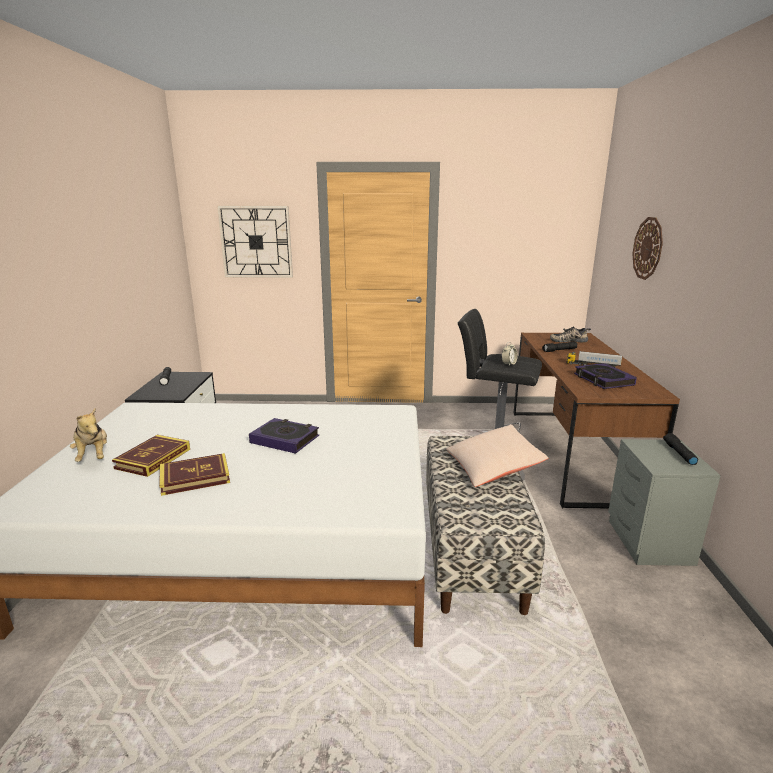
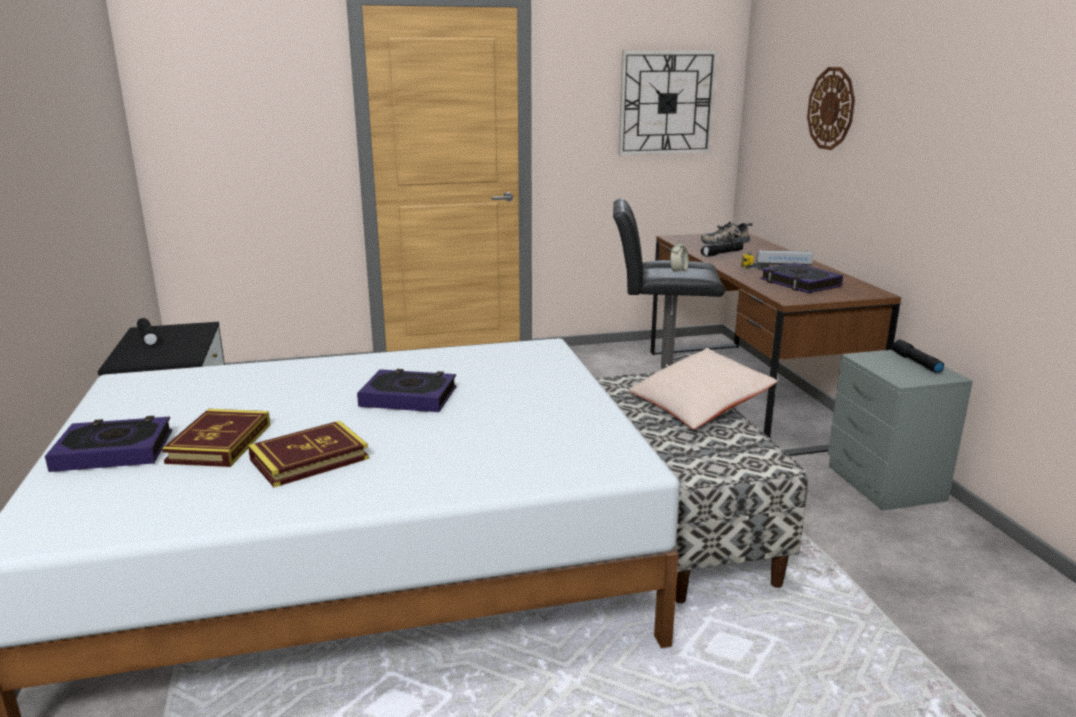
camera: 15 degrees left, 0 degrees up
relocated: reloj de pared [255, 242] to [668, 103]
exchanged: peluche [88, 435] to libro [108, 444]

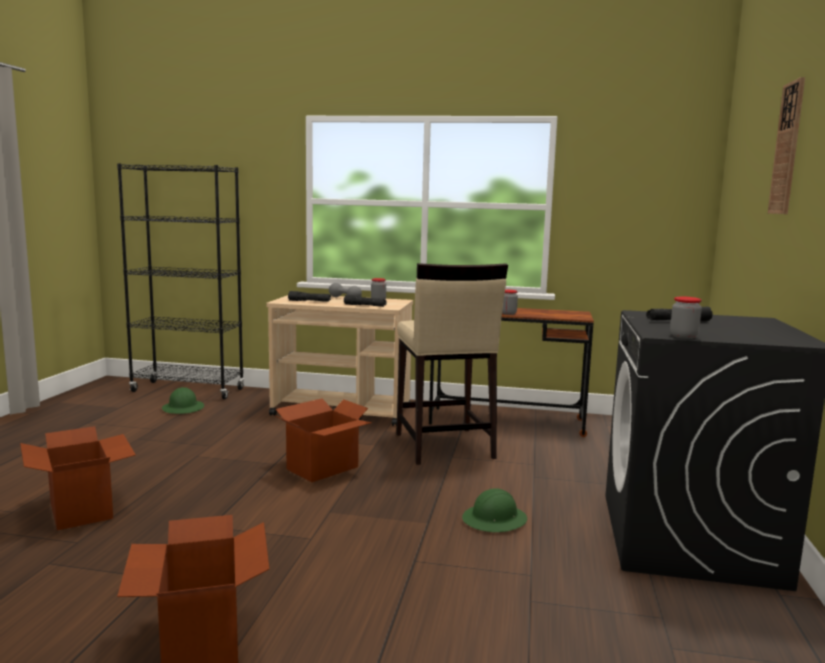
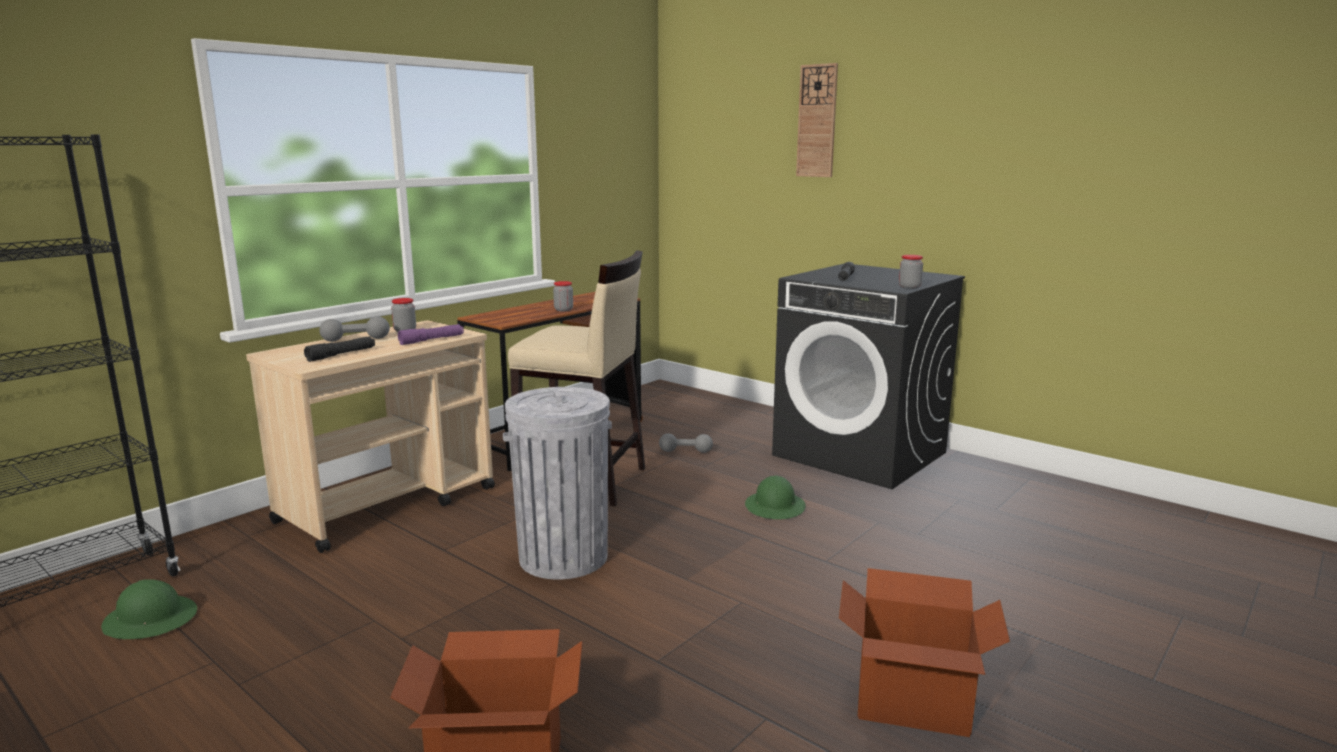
camera: 60 degrees left, 5 degrees up
appeared: mancuerna (gris) [686, 443]
exchanged: caja de cartón [323, 440] to papelera (gris) [557, 483]
colour: linterna (negro) [365, 301] to linterna (morado) [431, 334]

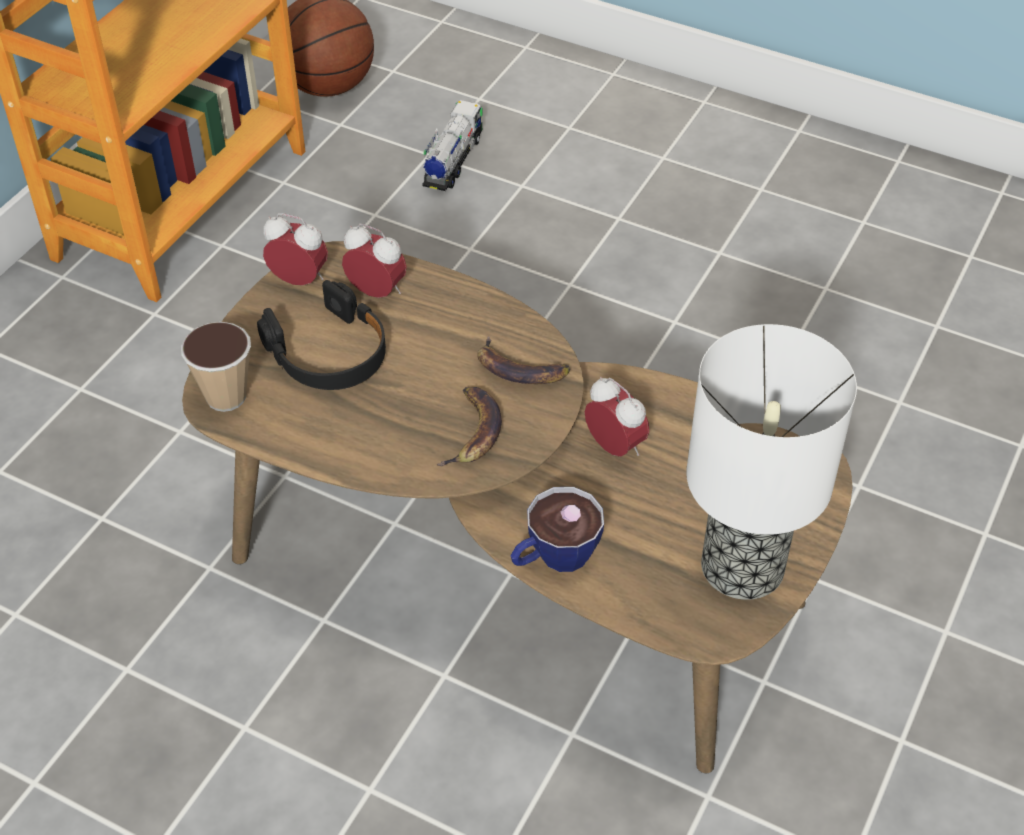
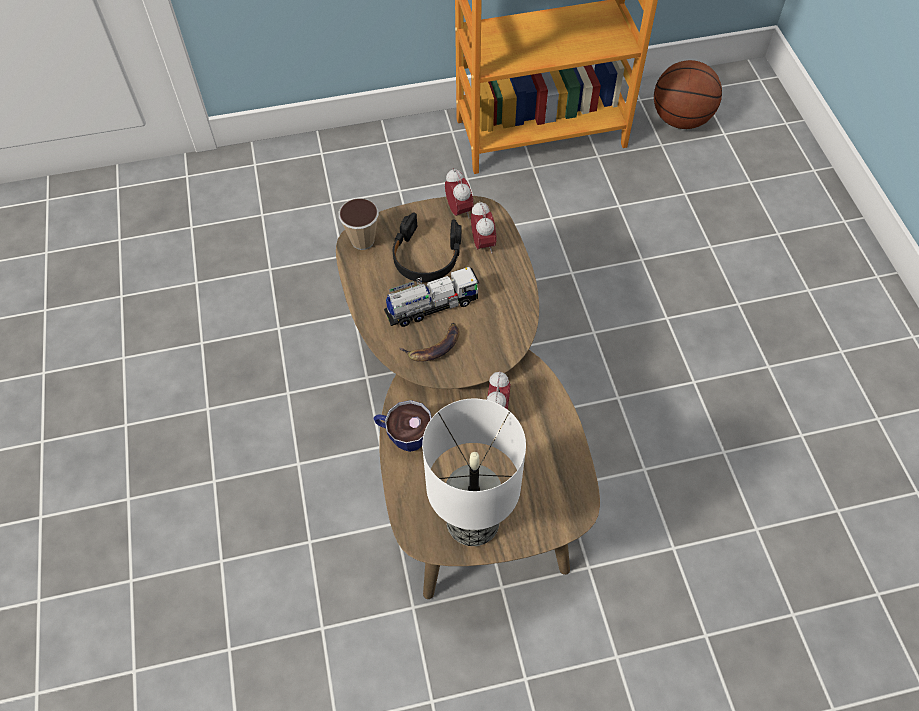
camera: 50 degrees right, 10 degrees up
missing: plátano [523, 360]
relocated: camión de juguete [452, 145] to [432, 297]

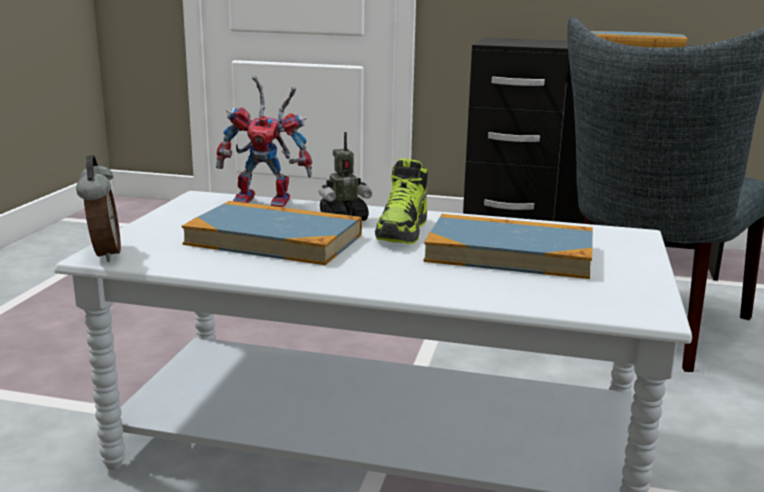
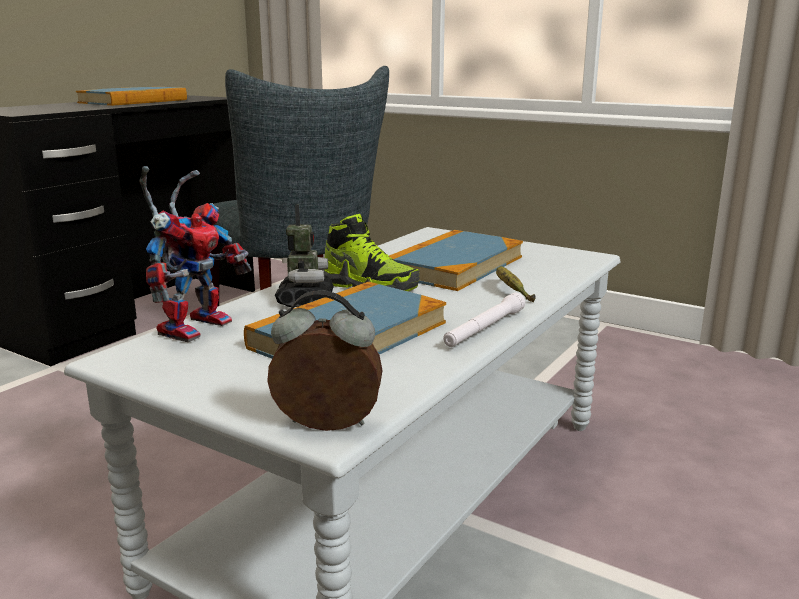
camera: 70 degrees left, 0 degrees up
appeared: linterna (blanco) [484, 320]; plátano [516, 284]

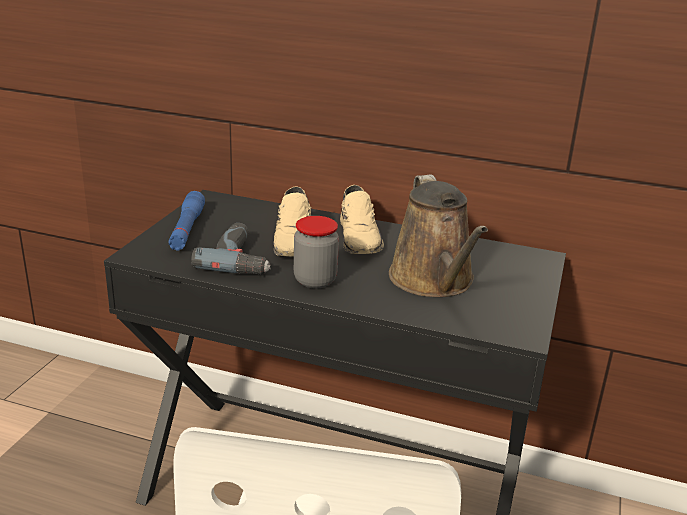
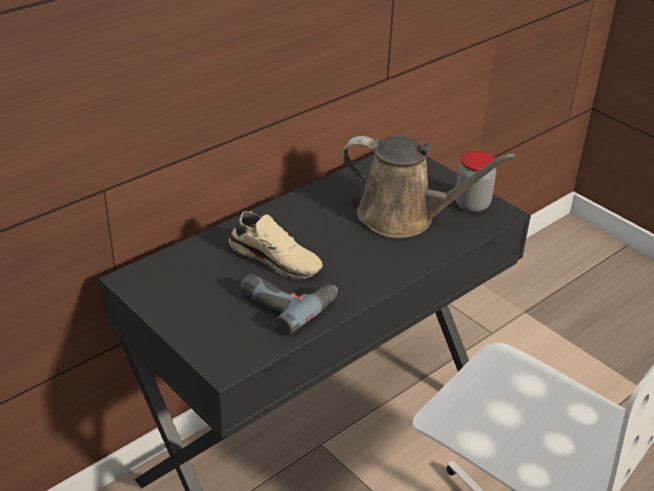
camera: 60 degrees left, 10 degrees up
missing: linterna (azul) [186, 221]; zapato (beis) [362, 219]
relocated: tarro [316, 252] to [475, 181]

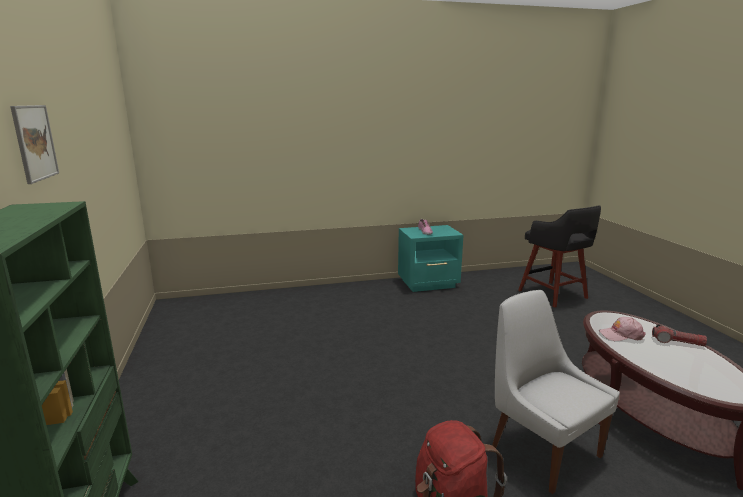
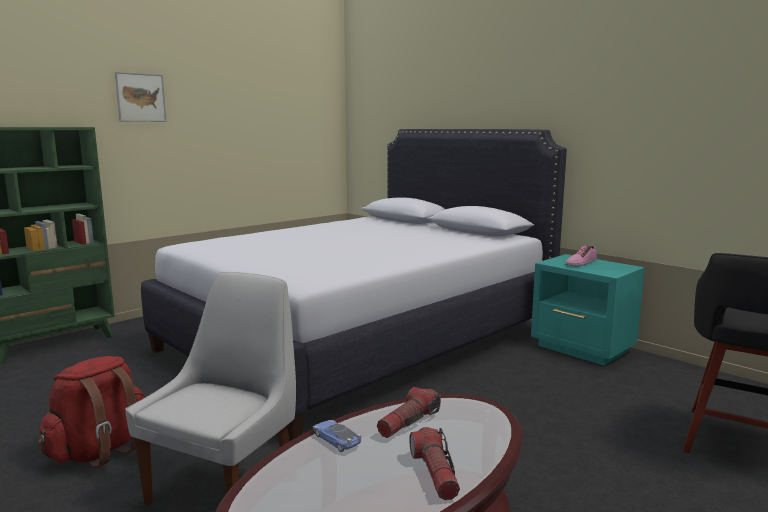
camera: 60 degrees right, 5 degrees down
appeared: cama (blanco) [354, 285]; coche de juguete [337, 436]
exchanged: gorra (rosa) [622, 329] to linterna [409, 412]

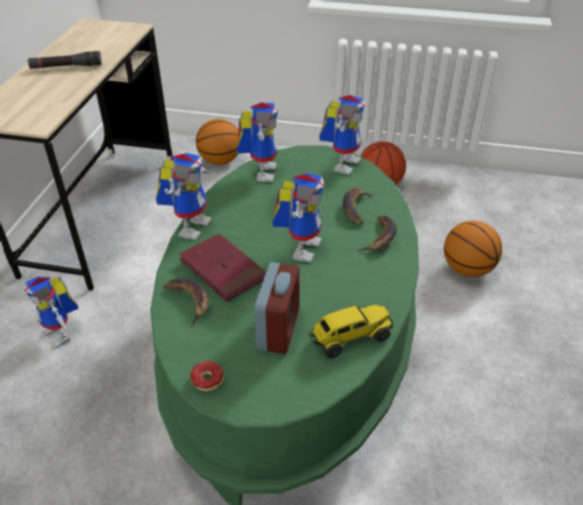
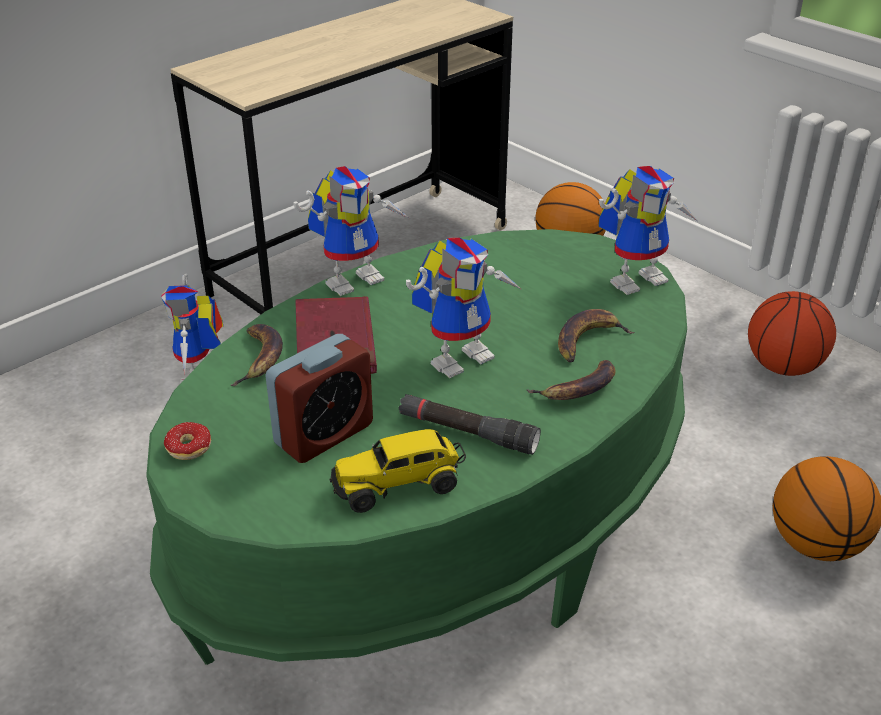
camera: 35 degrees right, 5 degrees down
missing: robot de juguete [257, 142]
relocated: linterna (negro) [65, 60] to [470, 424]
spun: camión de juguete [350, 331] = [398, 471] 150 degrees clockwise

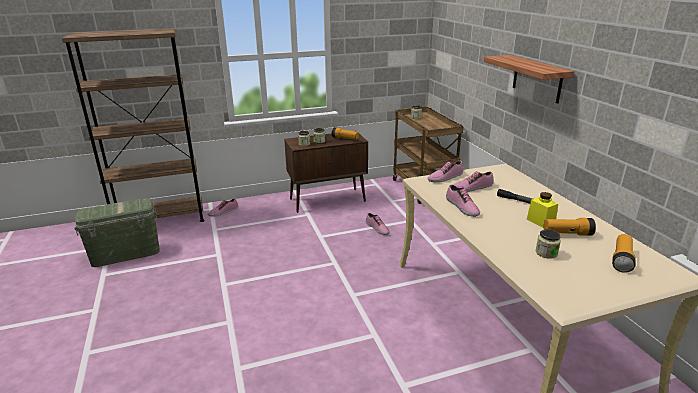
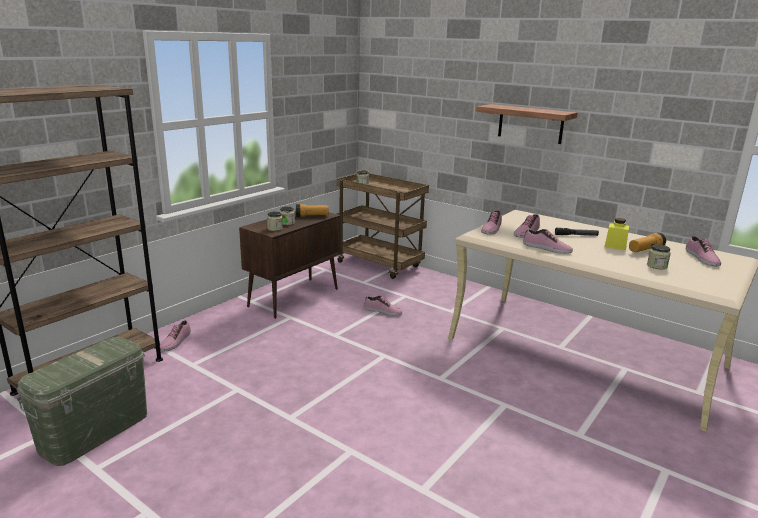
camera: 35 degrees left, 5 degrees down
exchanged: linterna [624, 253] to zapato [703, 251]

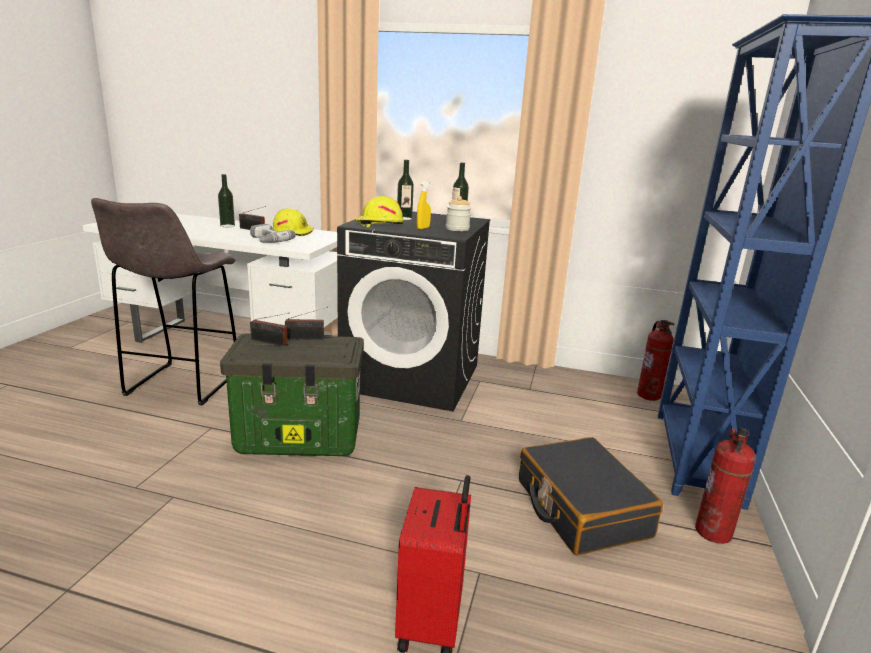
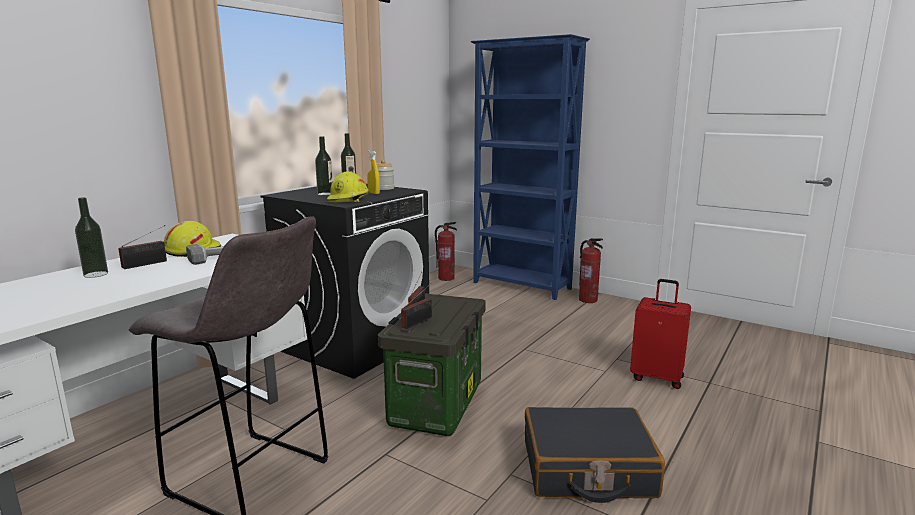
camera: 70 degrees left, 5 degrees down
relocated: maleta (negro) [591, 496] to [595, 455]

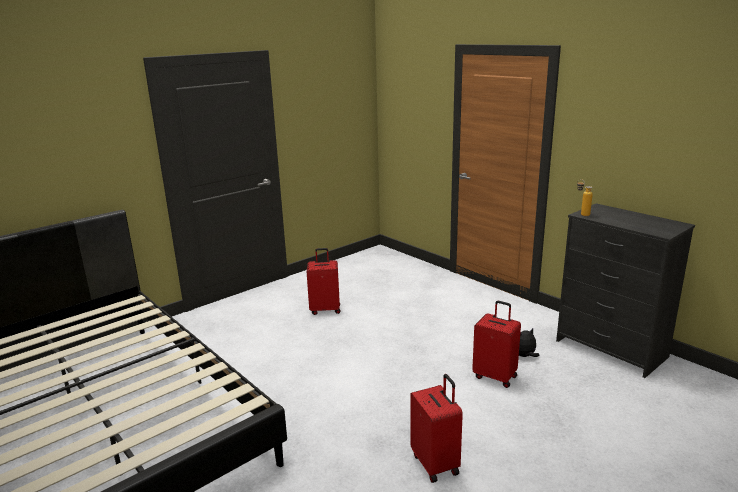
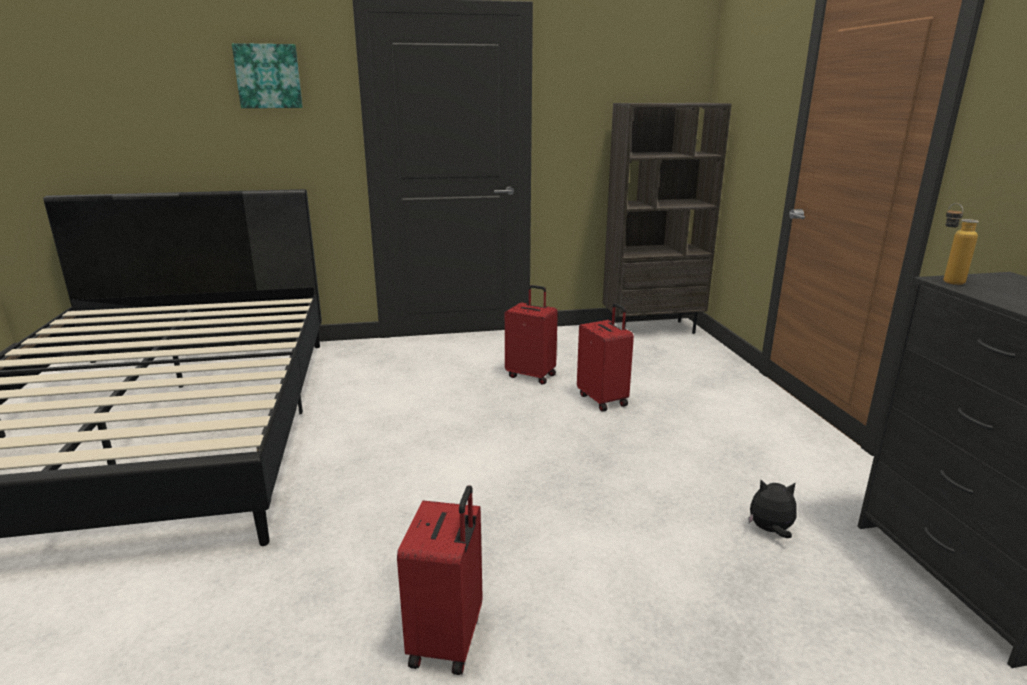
camera: 30 degrees right, 0 degrees up
appeared: cuadro [267, 75]; estantería (marrón) [667, 218]
relocated: maleta (rojo) [496, 344] to [605, 357]

